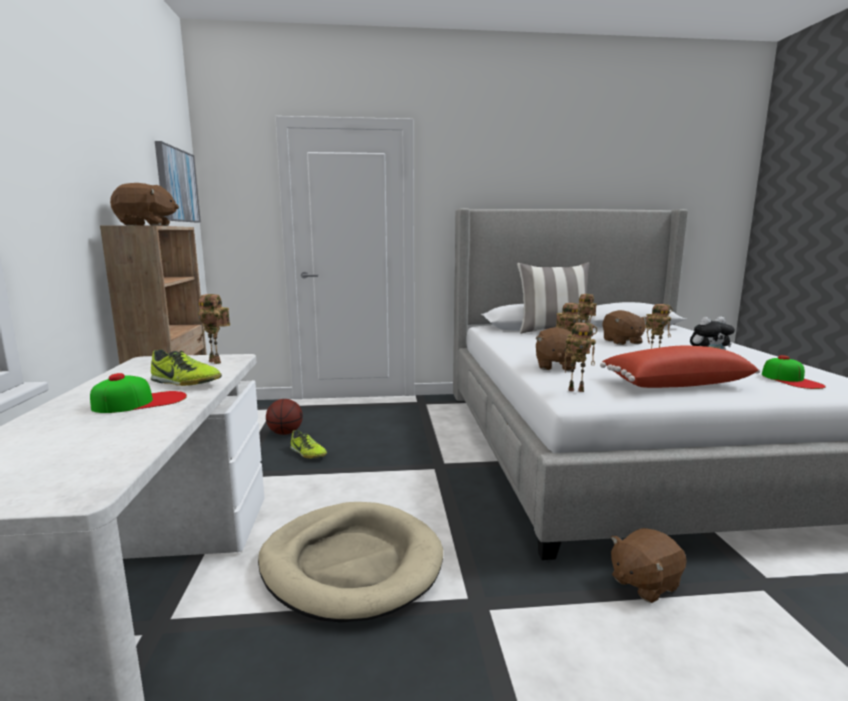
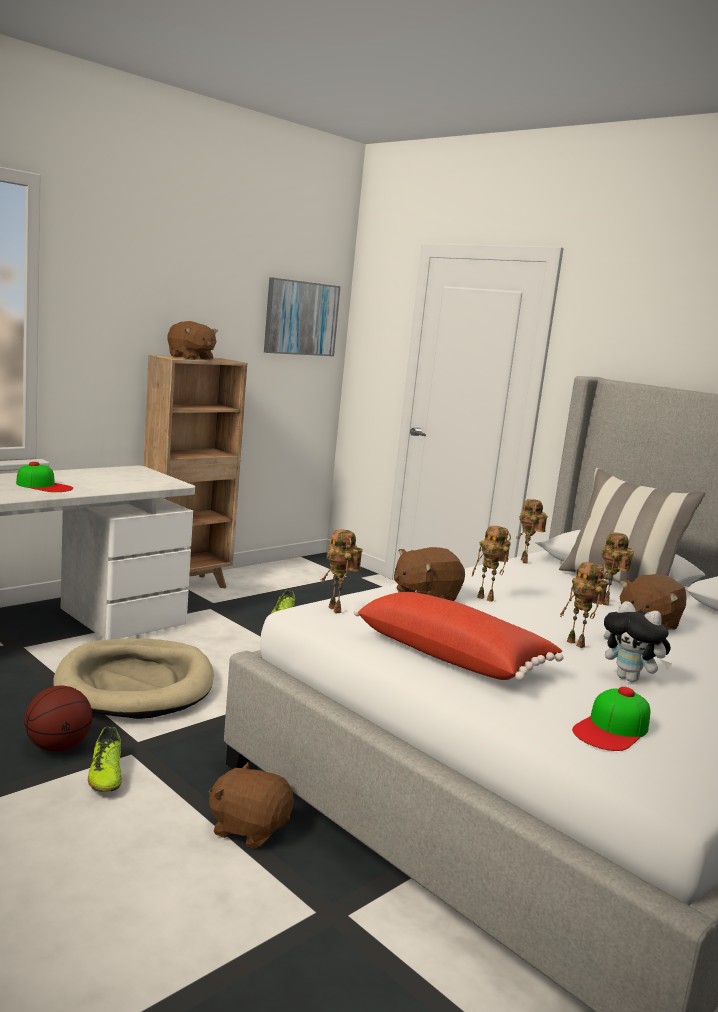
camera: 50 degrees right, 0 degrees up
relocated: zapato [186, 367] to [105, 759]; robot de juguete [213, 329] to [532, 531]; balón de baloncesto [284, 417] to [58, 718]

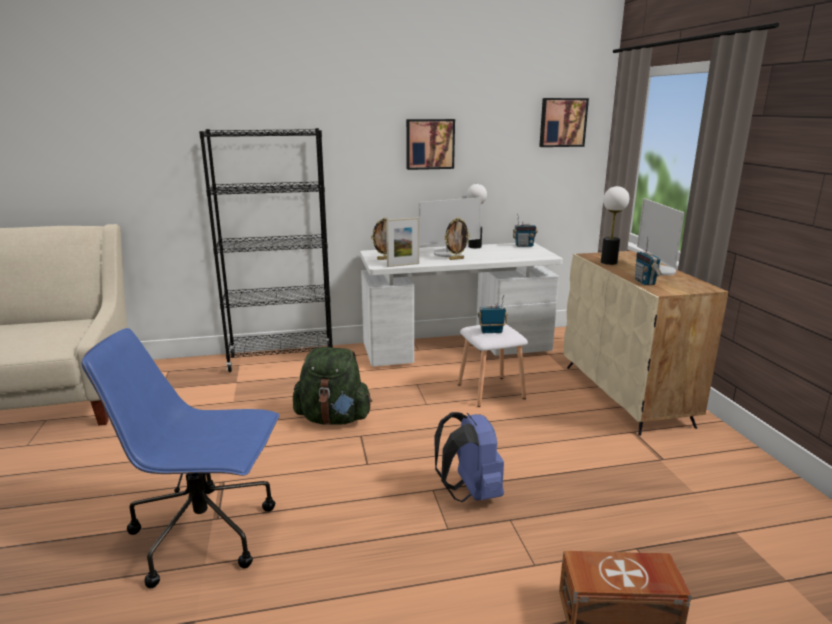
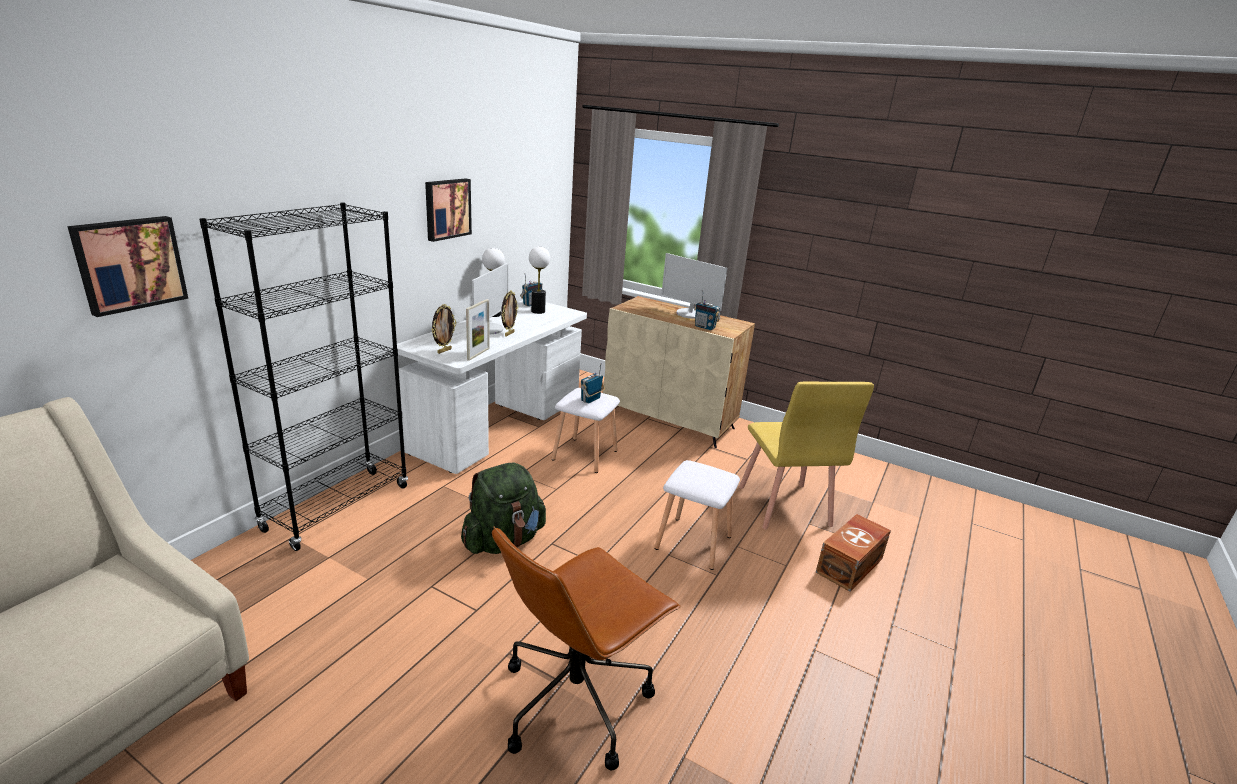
camera: 50 degrees left, 5 degrees up
appeared: silla (amarillo) [806, 455]
relocated: cuadro [564, 122] to [127, 266]; lámpara de mesa [615, 225] to [539, 280]
exchanged: mochila (azul) [469, 457] to taburete (blanco) [697, 515]
colour: silla de oficina (azul) [180, 458] to silla de oficina (marrón) [586, 648]

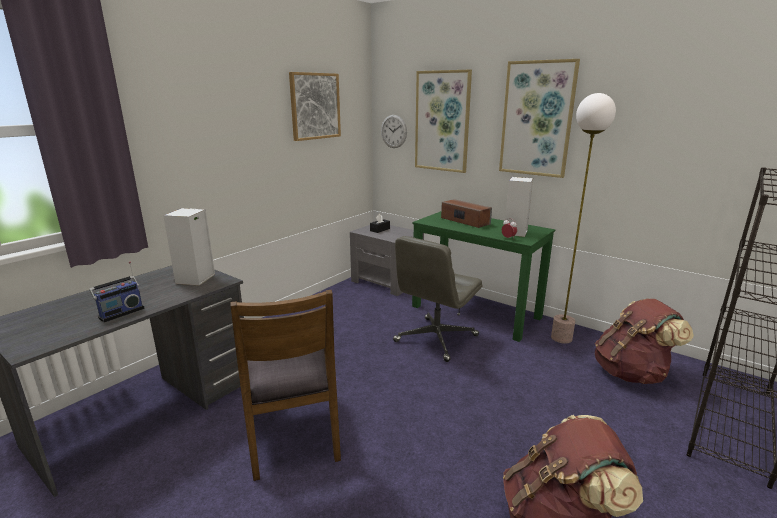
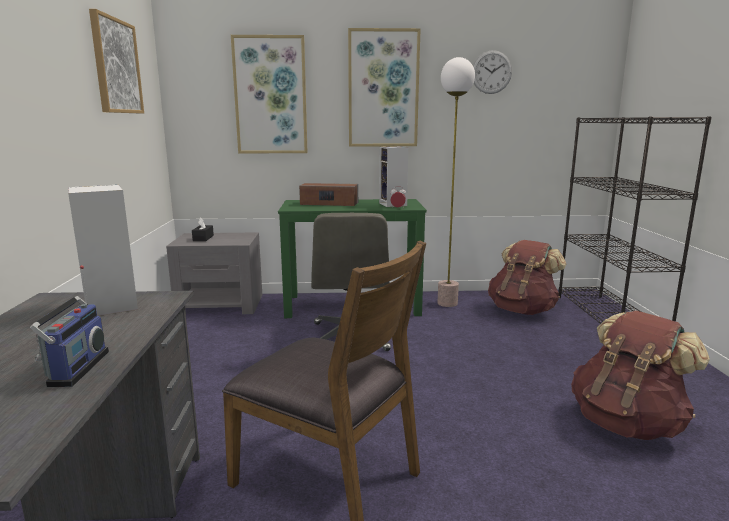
camera: 40 degrees left, 5 degrees down
relocated: reloj de pared [394, 131] to [492, 72]

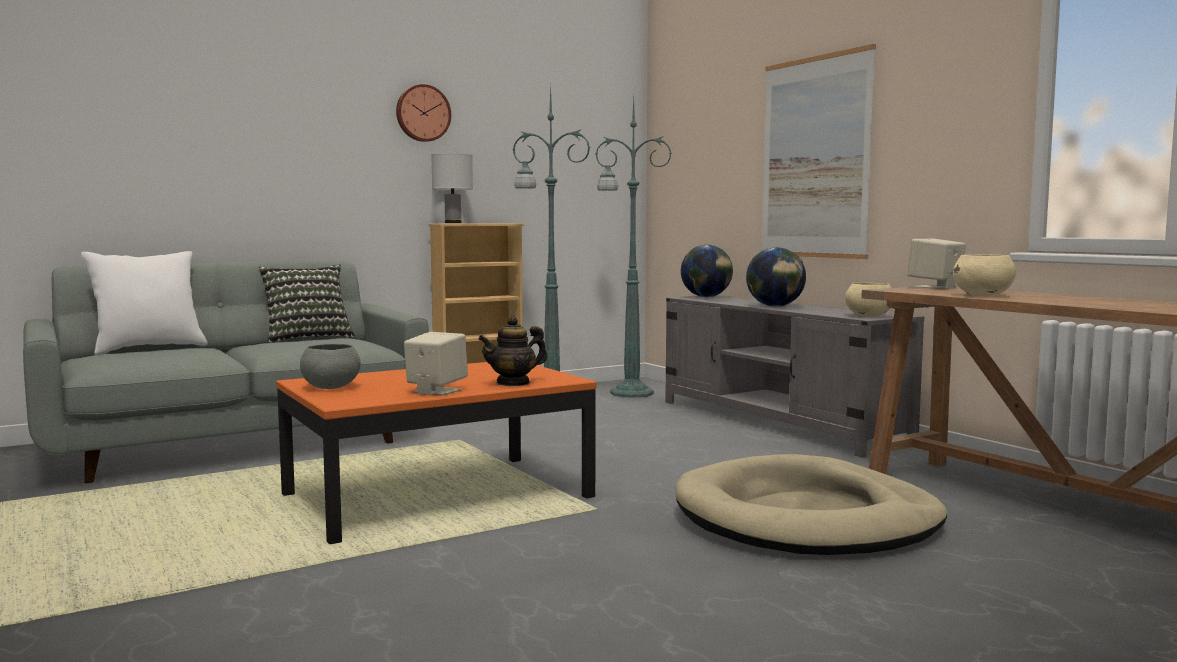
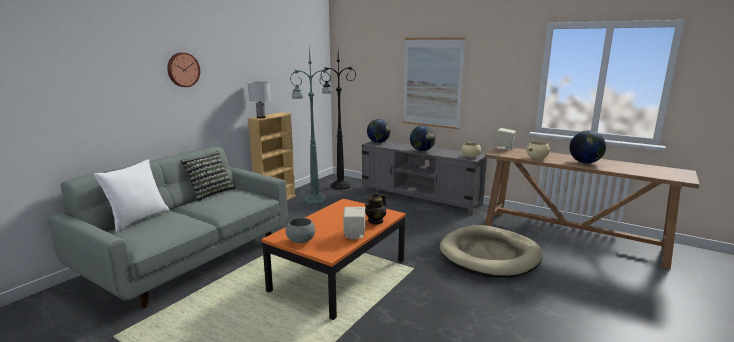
camera: 25 degrees left, 10 degrees up
appeared: globo terráqueo [587, 147]
relocated: reloj de pared [423, 113] to [183, 69]
colour: lámpara de pie (verde) [633, 247] to lámpara de pie (negro) [338, 120]

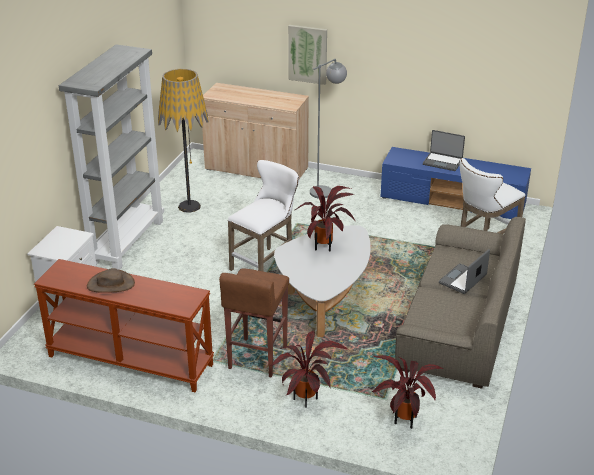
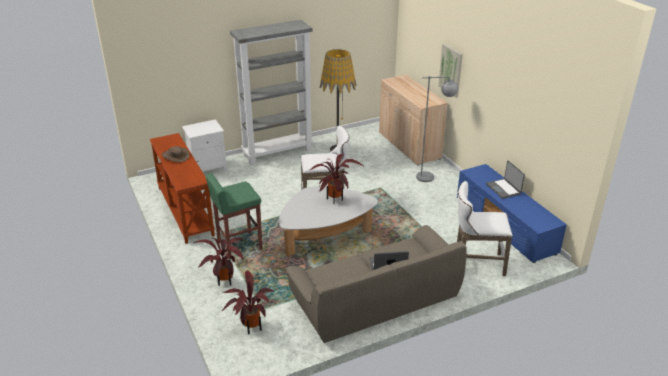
camera: 45 degrees right, 0 degrees up
colour: taburete (marrón) [254, 323] to taburete (verde) [234, 216]

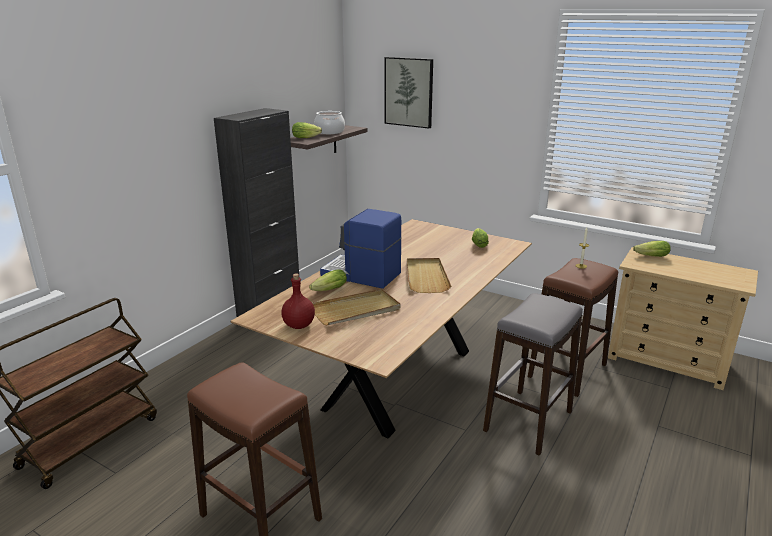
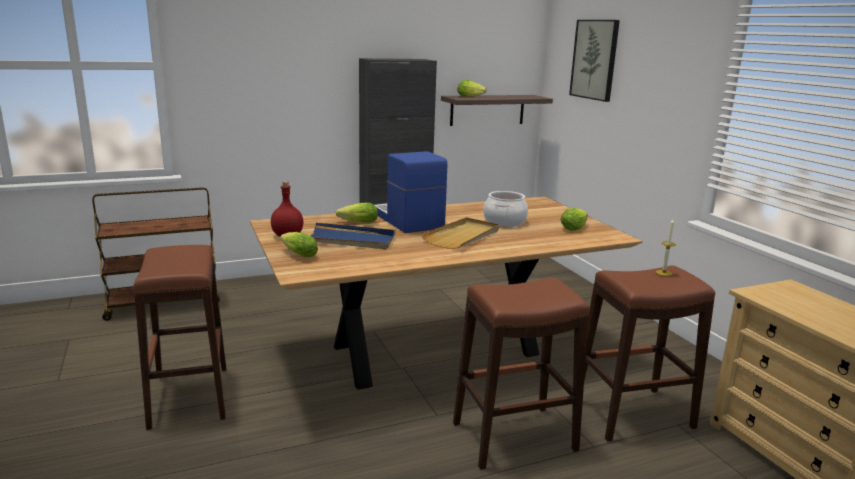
camera: 35 degrees right, 5 degrees down
relocated: olla [329, 122] to [505, 209]; lechuga [652, 249] to [299, 244]
colour: bandeja (beis) [356, 307] to bandeja (azul) [353, 236]; taburete (gris) [533, 374] to taburete (marrón) [521, 373]

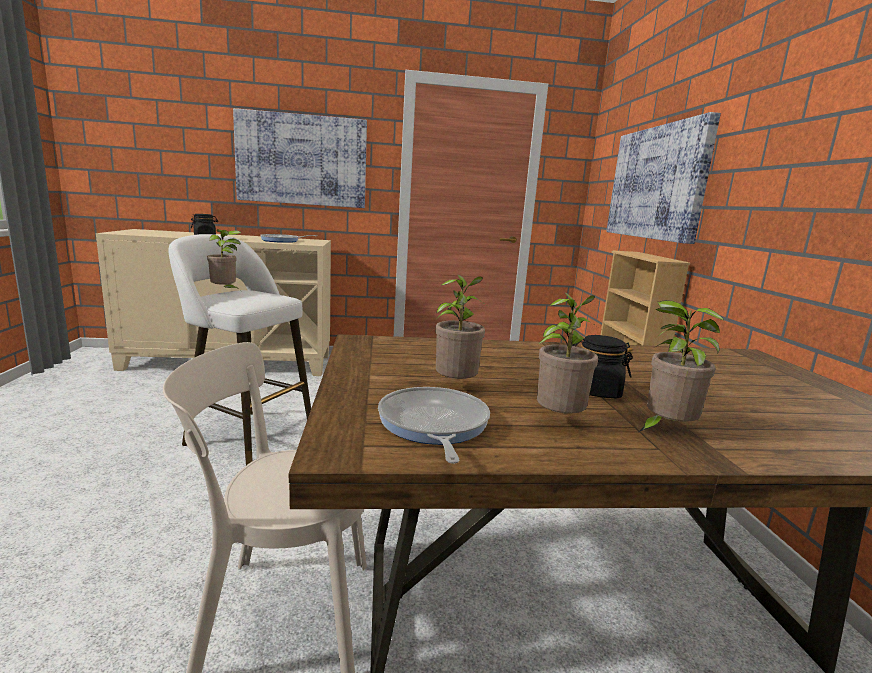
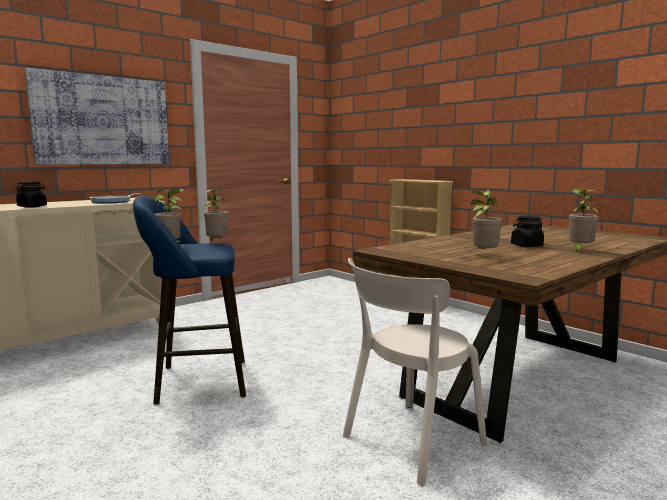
camera: 35 degrees left, 5 degrees down
missing: sartén [434, 425]; cuadro [663, 178]
relocated: planta en maceta [568, 353] to [216, 214]
colour: taburete (blanco) [239, 349] to taburete (azul) [189, 300]

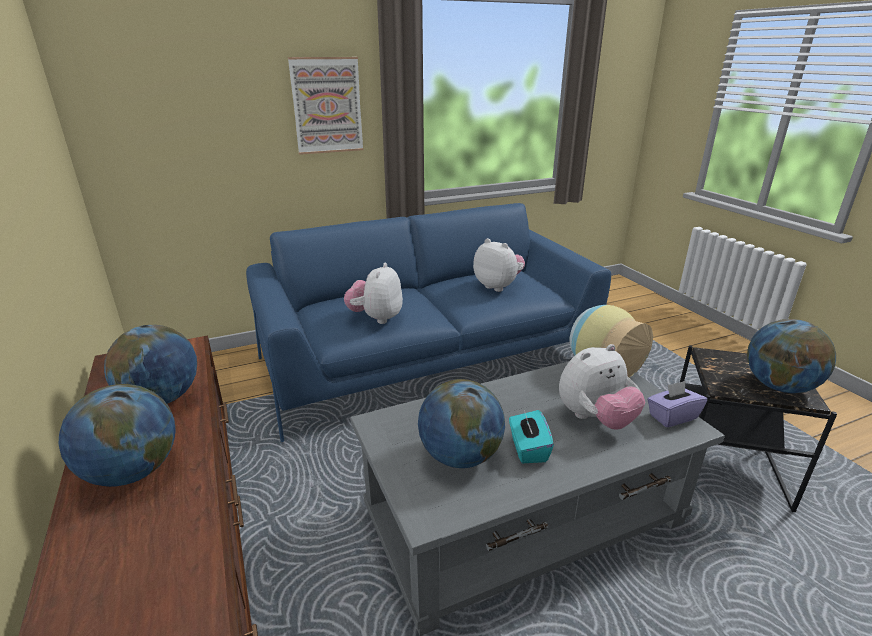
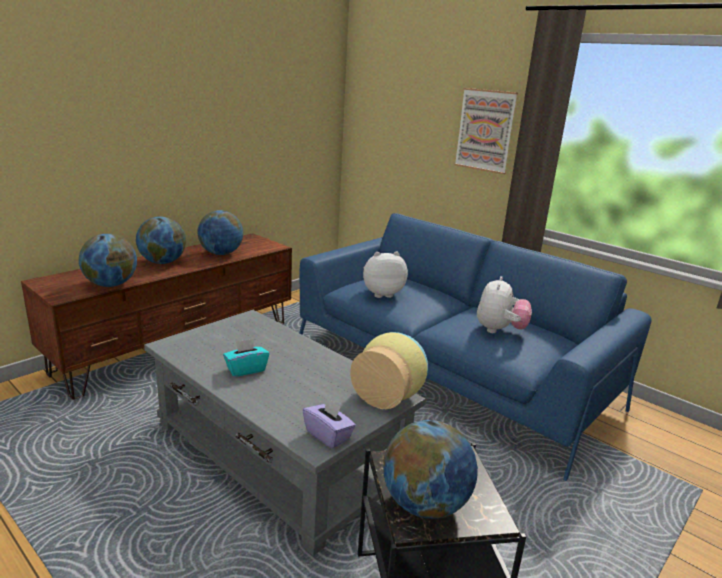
camera: 65 degrees right, 5 degrees down
missing: peluche [602, 387]
relocated: globo terráqueo [461, 423] to [108, 260]

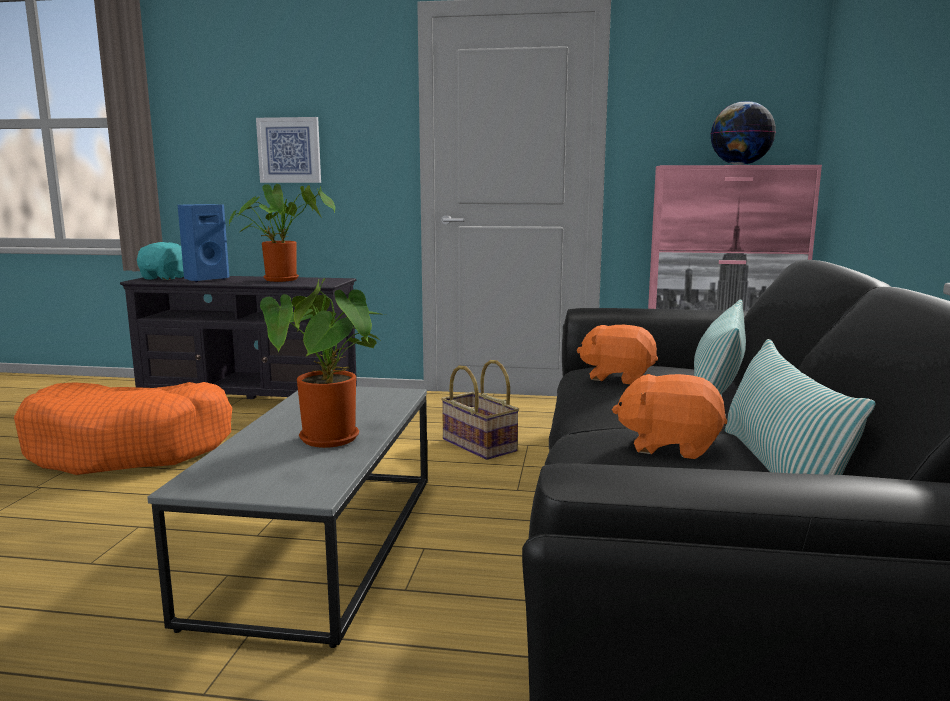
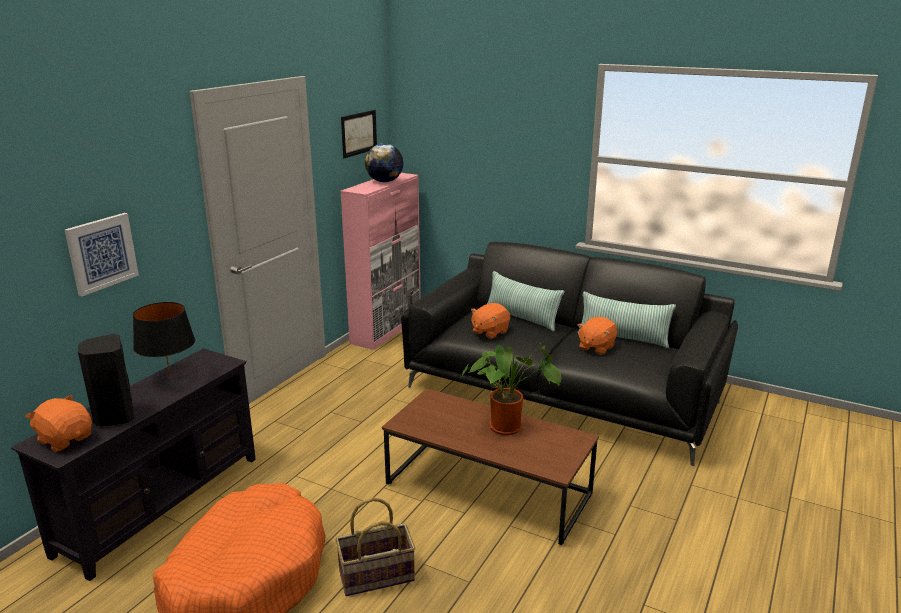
camera: 70 degrees left, 10 degrees up
appeared: cuadro [359, 134]
relocated: cesta [480, 410] to [375, 547]
exchanged: planta en maceta [282, 233] to lámpara de mesa (negro) [164, 340]
colour: peluche (turquesa) [160, 261] to peluche (naranja) [58, 423]; mesa de centro (gris) [287, 517] to mesa de centro (marrón) [490, 466]; altavoz (azul) [203, 243] to altavoz (negro) [106, 380]

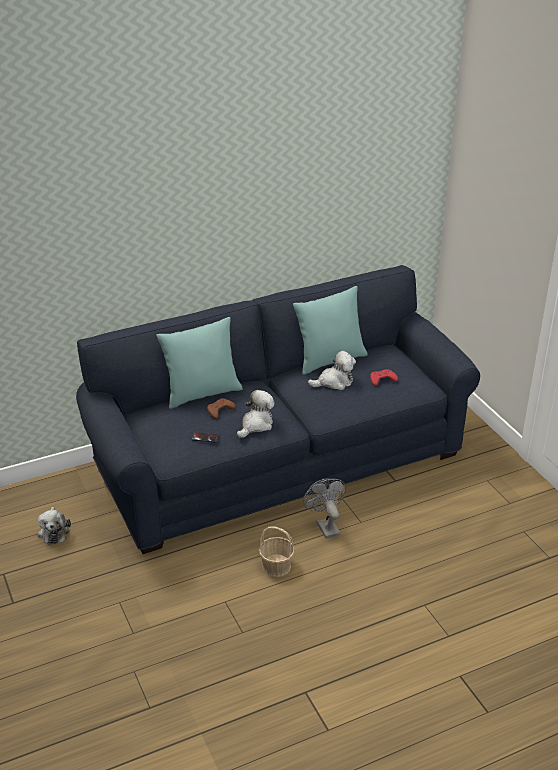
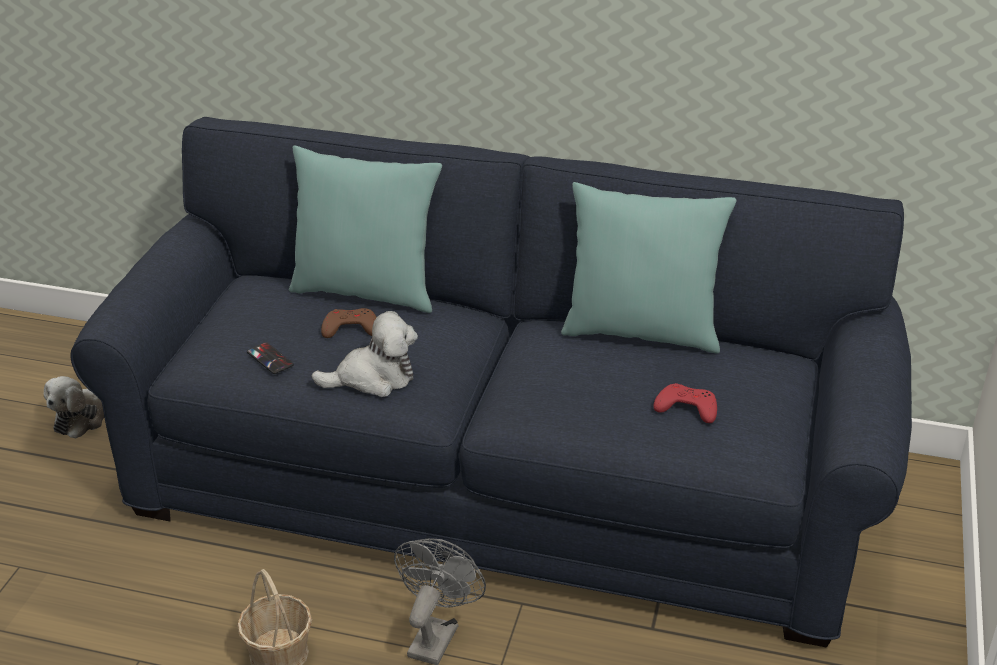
camera: 40 degrees right, 0 degrees up
missing: peluche [332, 370]

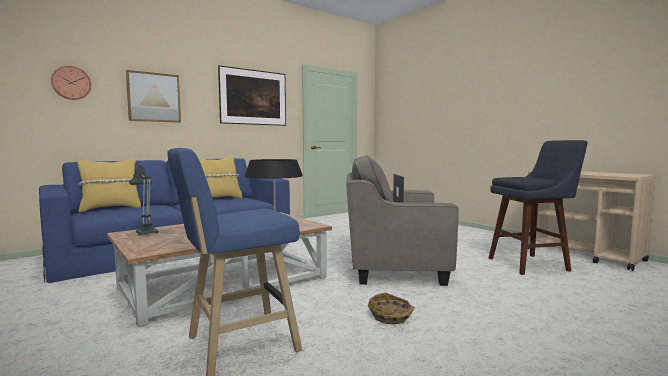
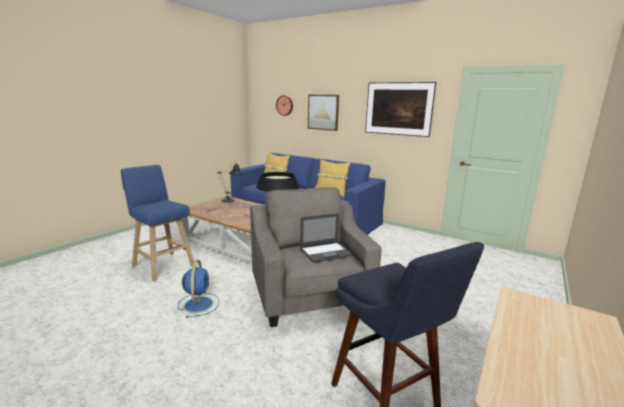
camera: 70 degrees right, 10 degrees up
exchanged: cesta [391, 309] to ventilador (azul) [198, 289]

